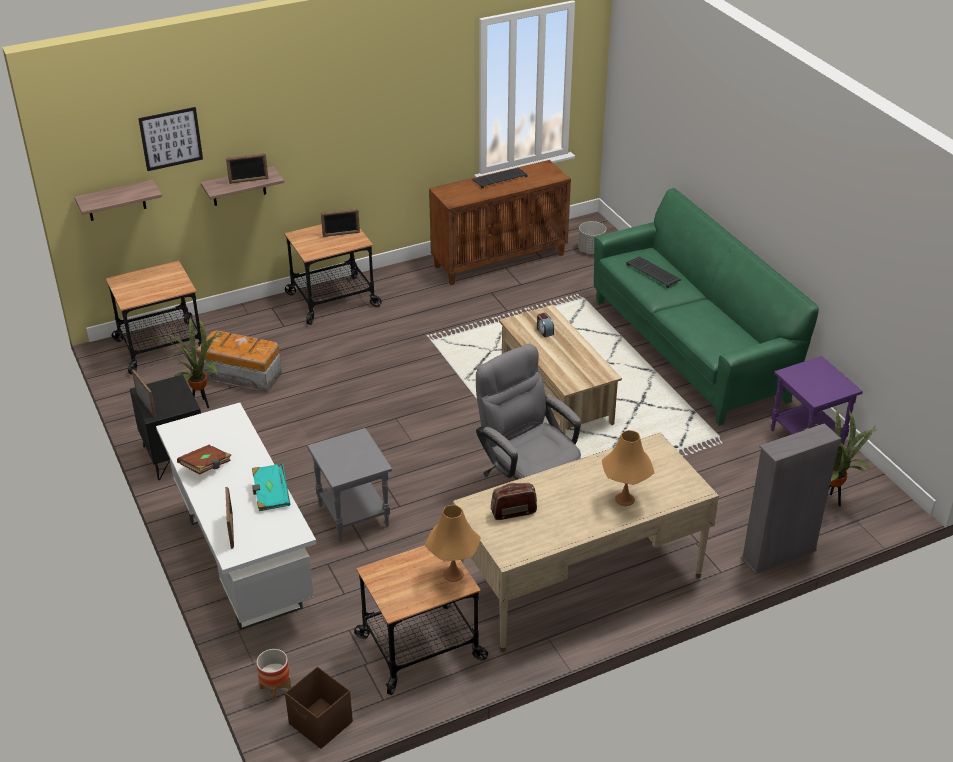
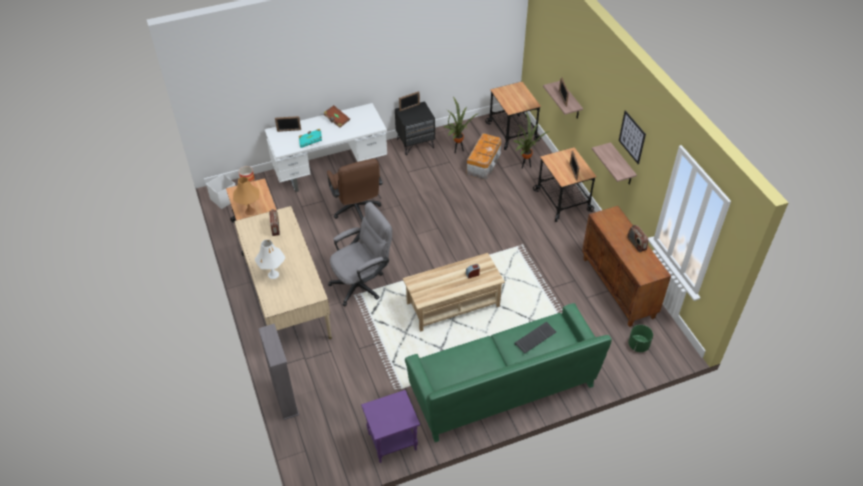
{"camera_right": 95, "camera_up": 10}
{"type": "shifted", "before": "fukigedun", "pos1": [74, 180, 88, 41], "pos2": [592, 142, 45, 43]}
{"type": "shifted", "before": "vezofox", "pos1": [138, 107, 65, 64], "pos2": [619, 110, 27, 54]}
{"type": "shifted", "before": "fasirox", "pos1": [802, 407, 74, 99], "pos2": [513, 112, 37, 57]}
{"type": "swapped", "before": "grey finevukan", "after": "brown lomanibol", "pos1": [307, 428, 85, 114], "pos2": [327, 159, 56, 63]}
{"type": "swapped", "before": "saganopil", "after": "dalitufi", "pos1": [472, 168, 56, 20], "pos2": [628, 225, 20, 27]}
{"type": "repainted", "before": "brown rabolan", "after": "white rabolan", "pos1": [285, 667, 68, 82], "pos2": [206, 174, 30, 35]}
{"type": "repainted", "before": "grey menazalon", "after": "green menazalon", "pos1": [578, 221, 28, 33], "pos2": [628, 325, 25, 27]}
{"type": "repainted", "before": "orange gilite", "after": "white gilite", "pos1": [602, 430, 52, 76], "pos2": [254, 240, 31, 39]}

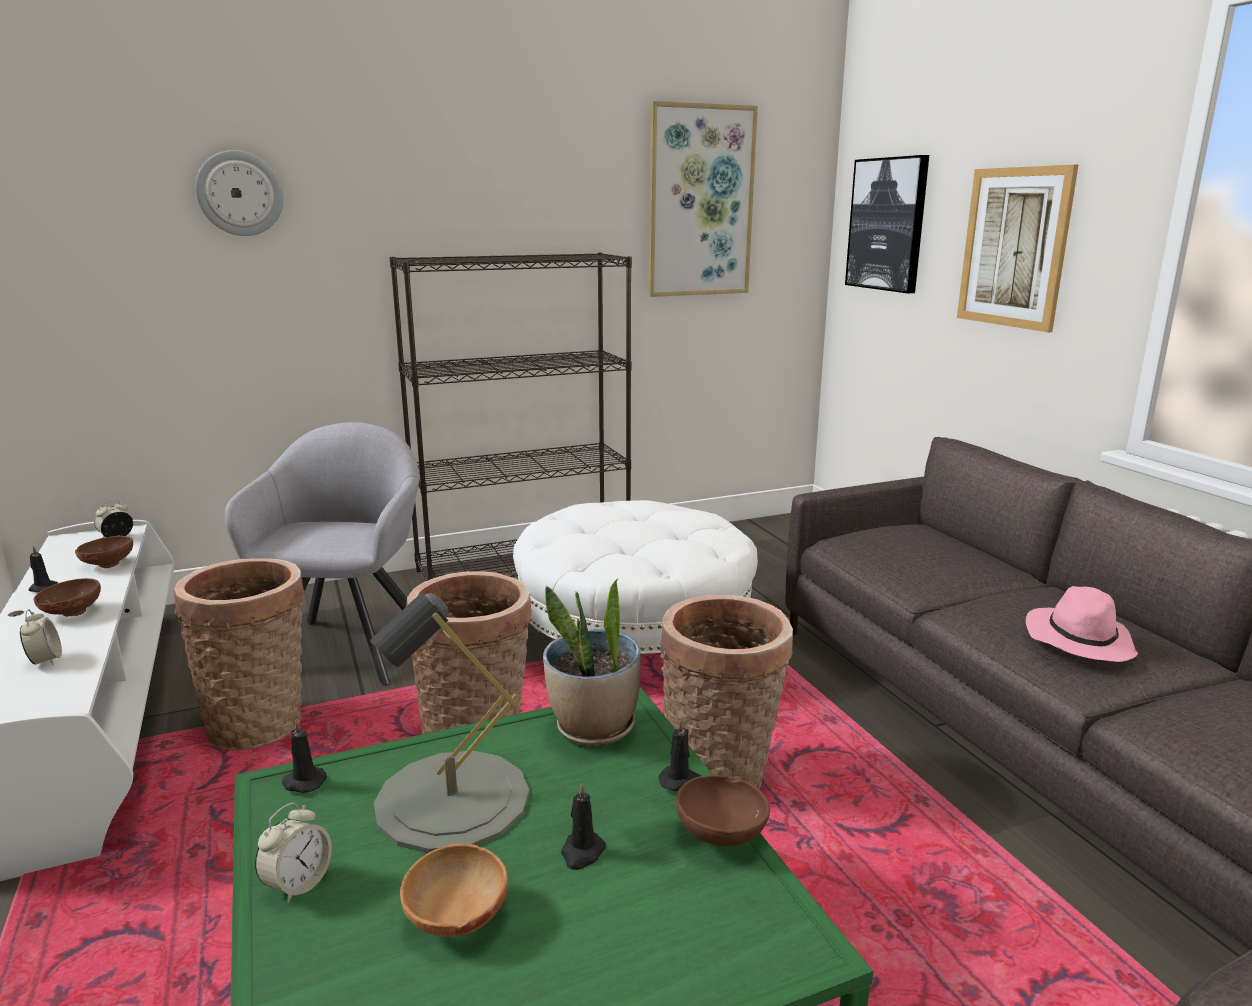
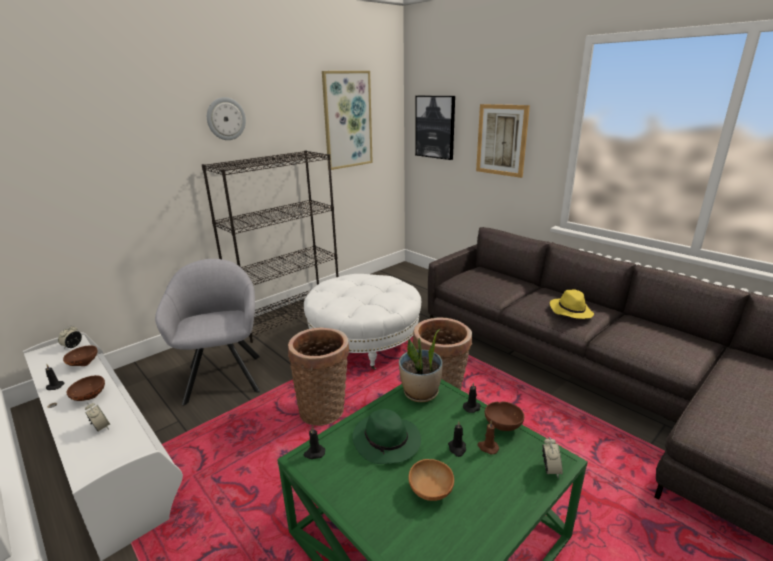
{"camera_right": -20, "camera_up": 5}
{"type": "gone", "before": "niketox", "pos1": [174, 558, 131, 192]}
{"type": "new", "after": "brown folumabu", "pos2": [478, 420, 21, 34]}
{"type": "shifted", "before": "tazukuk", "pos1": [195, 150, 89, 86], "pos2": [207, 97, 39, 43]}
{"type": "shifted", "before": "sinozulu", "pos1": [255, 802, 77, 102], "pos2": [542, 437, 21, 41]}
{"type": "swapped", "before": "grey gilite", "after": "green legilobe", "pos1": [370, 593, 160, 260], "pos2": [352, 409, 69, 55]}
{"type": "repainted", "before": "pink legilobe", "after": "yellow legilobe", "pos1": [1026, 586, 112, 76], "pos2": [550, 290, 44, 29]}

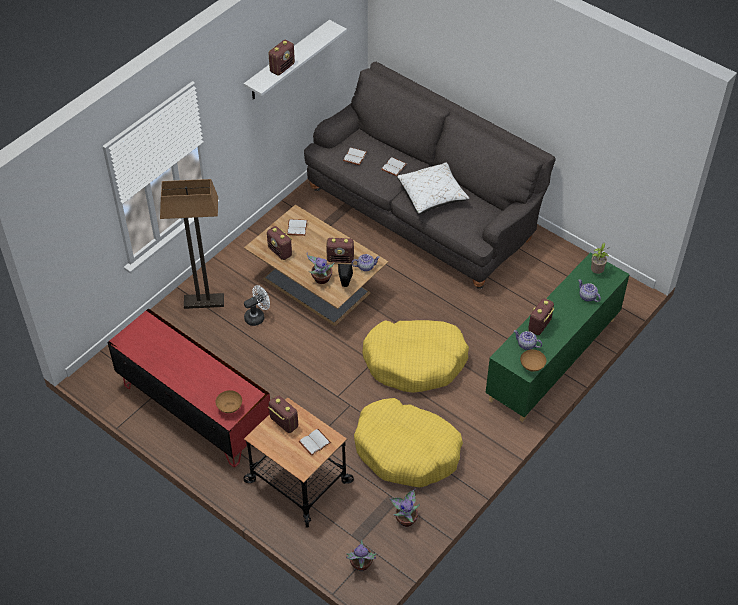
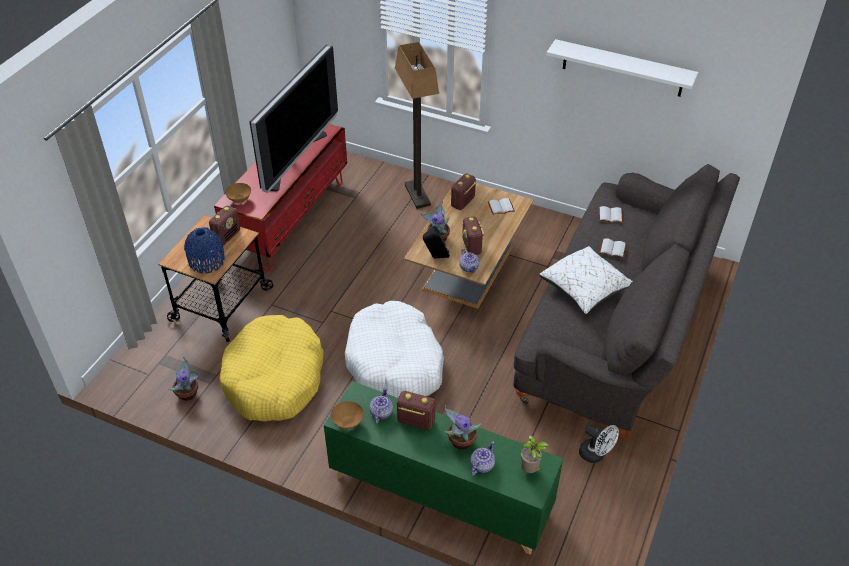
{"camera_right": 75, "camera_up": -5}
{"type": "gone", "before": "dalitufi", "pos1": [268, 40, 27, 36]}
{"type": "new", "after": "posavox", "pos2": [250, 45, 88, 148]}
{"type": "shifted", "before": "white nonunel", "pos1": [244, 285, 26, 41], "pos2": [579, 424, 40, 39]}
{"type": "shifted", "before": "fasirox", "pos1": [346, 540, 31, 31], "pos2": [445, 405, 37, 45]}
{"type": "swapped", "before": "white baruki", "after": "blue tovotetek", "pos1": [298, 429, 33, 27], "pos2": [184, 227, 41, 47]}
{"type": "repainted", "before": "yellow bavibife", "after": "white bavibife", "pos1": [362, 320, 107, 73], "pos2": [345, 301, 99, 97]}

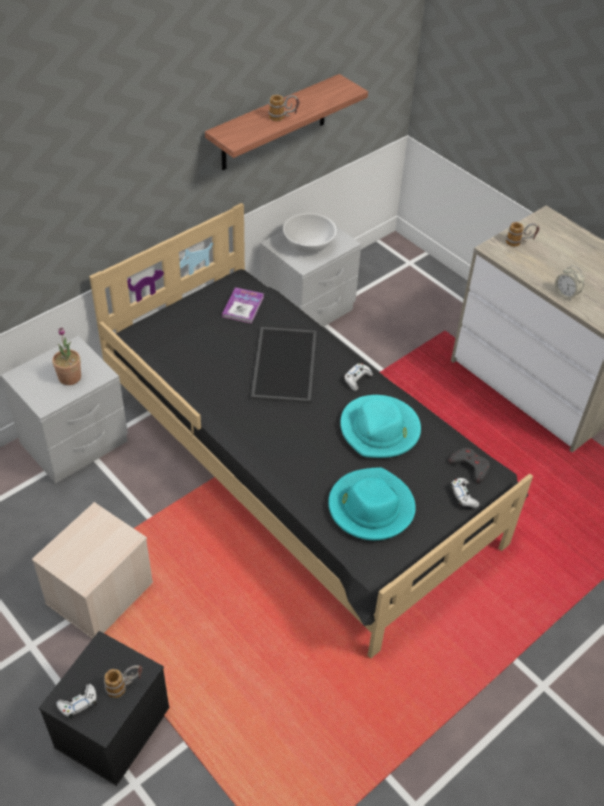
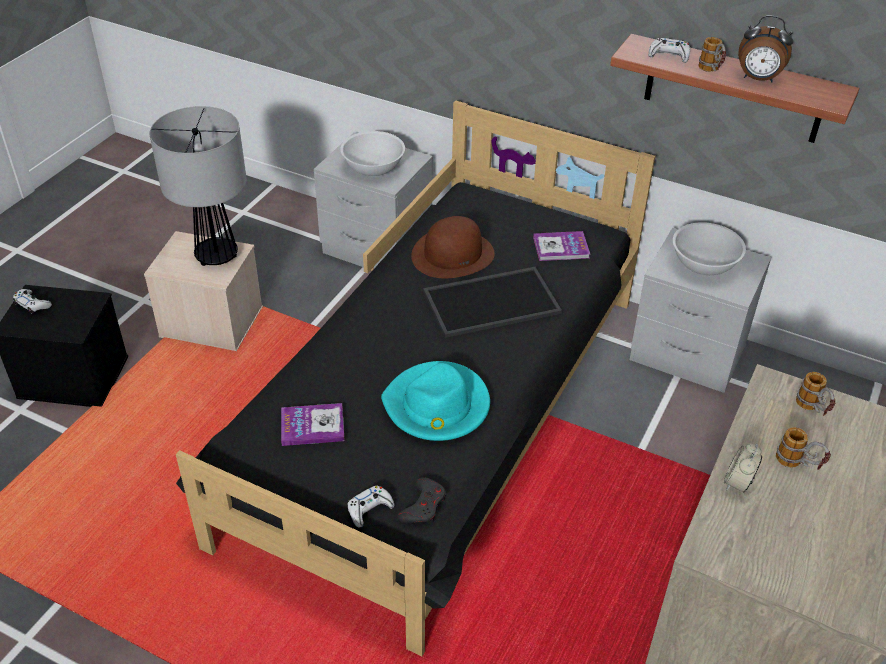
{"camera_right": 70, "camera_up": -5}
{"type": "new", "after": "gilite", "pos2": [149, 106, 98, 160]}
{"type": "new", "after": "brown legilobe", "pos2": [411, 216, 84, 62]}
{"type": "new", "after": "sinozulu", "pos2": [738, 16, 55, 66]}
{"type": "shifted", "before": "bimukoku", "pos1": [104, 665, 38, 33], "pos2": [776, 427, 55, 43]}
{"type": "shifted", "before": "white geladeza", "pos1": [344, 363, 29, 28], "pos2": [648, 38, 42, 25]}
{"type": "swapped", "before": "fasirox", "after": "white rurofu", "pos1": [52, 327, 29, 58], "pos2": [340, 131, 65, 45]}
{"type": "swapped", "before": "turquoise legilobe", "after": "baruki", "pos1": [328, 467, 88, 73], "pos2": [281, 403, 64, 43]}

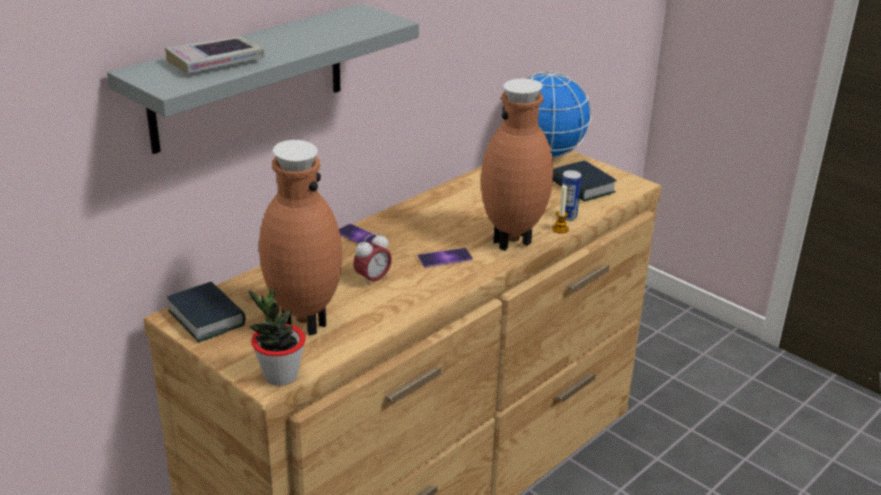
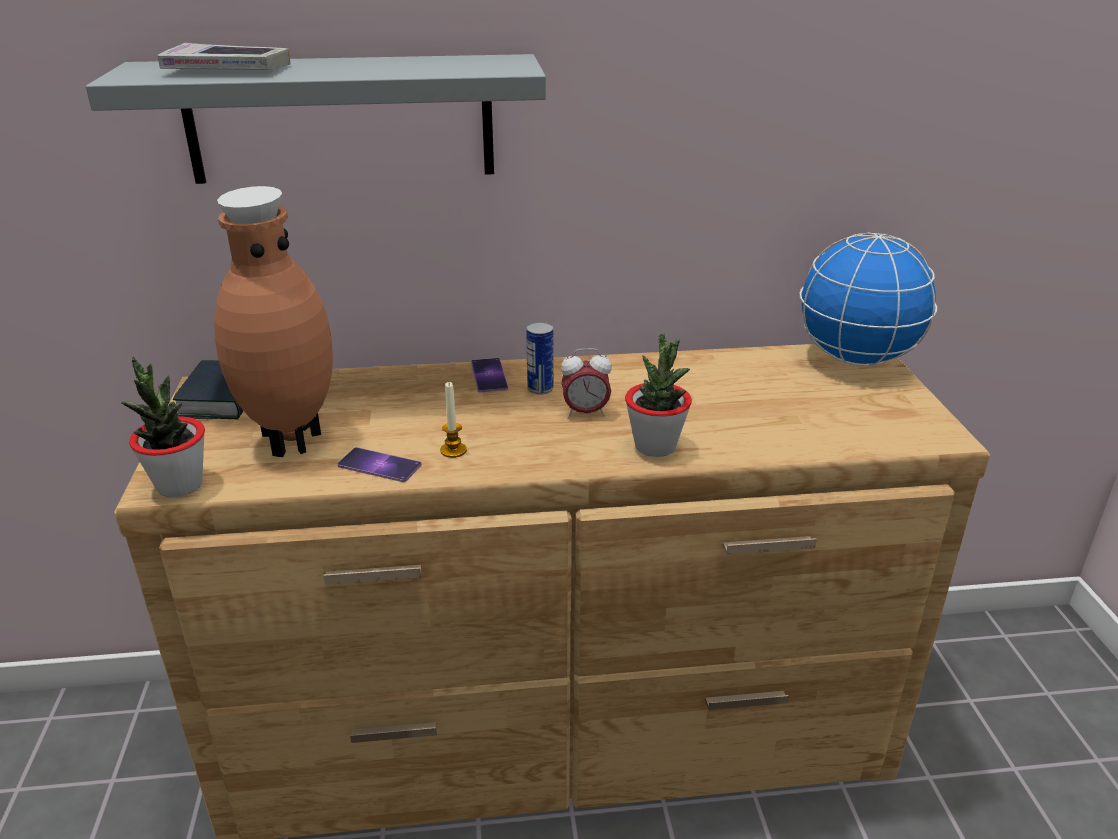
{"camera_right": 40, "camera_up": 0}
{"type": "gone", "before": "baruki", "pos1": [553, 161, 64, 41]}
{"type": "shifted", "before": "sinozulu", "pos1": [353, 232, 39, 56], "pos2": [561, 348, 51, 70]}
{"type": "shifted", "before": "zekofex", "pos1": [418, 248, 55, 20], "pos2": [337, 447, 85, 35]}
{"type": "shifted", "before": "folumabu", "pos1": [552, 185, 17, 48], "pos2": [440, 382, 27, 76]}
{"type": "shifted", "before": "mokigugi", "pos1": [560, 170, 21, 51], "pos2": [526, 322, 27, 73]}
{"type": "swapped", "before": "brown tovotetek", "after": "fasirox", "pos1": [481, 78, 72, 173], "pos2": [625, 334, 67, 123]}

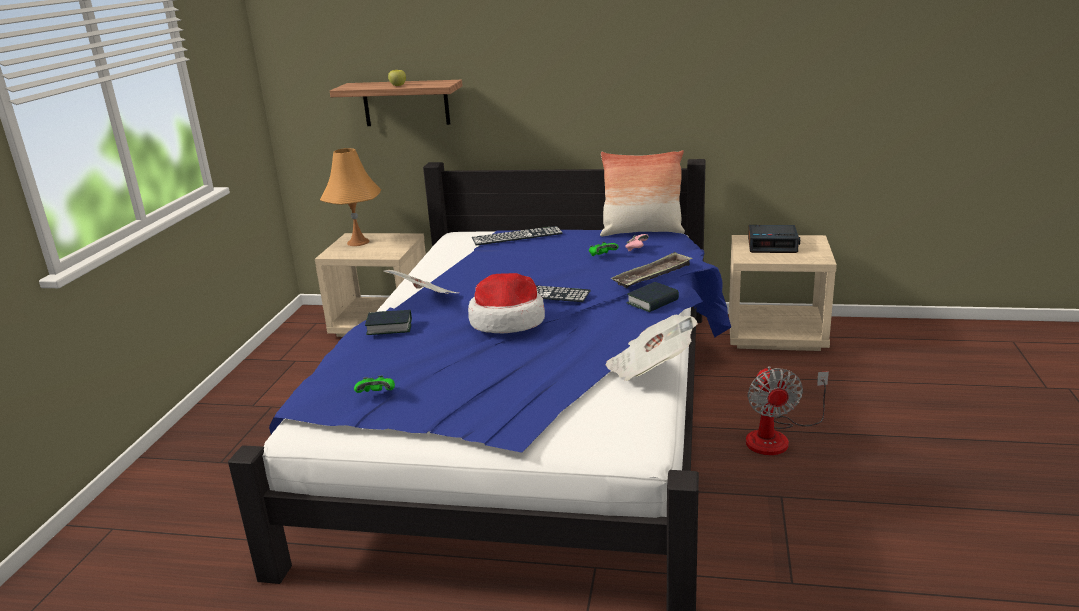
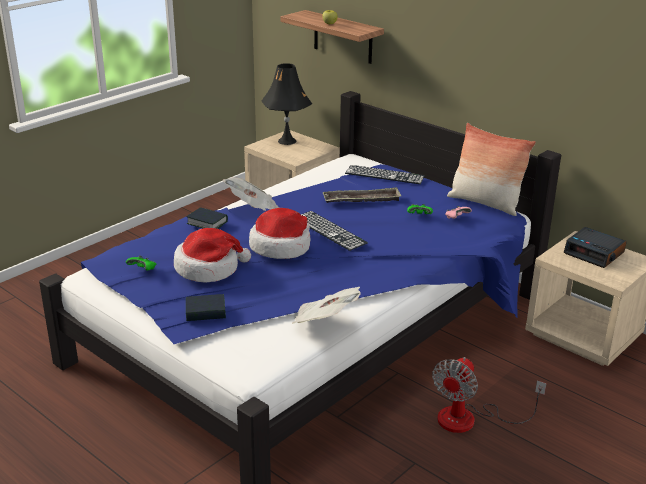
{"camera_right": 30, "camera_up": 5}
{"type": "new", "after": "legilobe", "pos2": [174, 228, 77, 54]}
{"type": "shifted", "before": "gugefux", "pos1": [611, 252, 81, 36], "pos2": [323, 187, 78, 16]}
{"type": "shifted", "before": "baruki", "pos1": [627, 282, 52, 30], "pos2": [186, 294, 40, 27]}
{"type": "repainted", "before": "orange gilite", "after": "black gilite", "pos1": [320, 148, 61, 98], "pos2": [262, 63, 50, 82]}

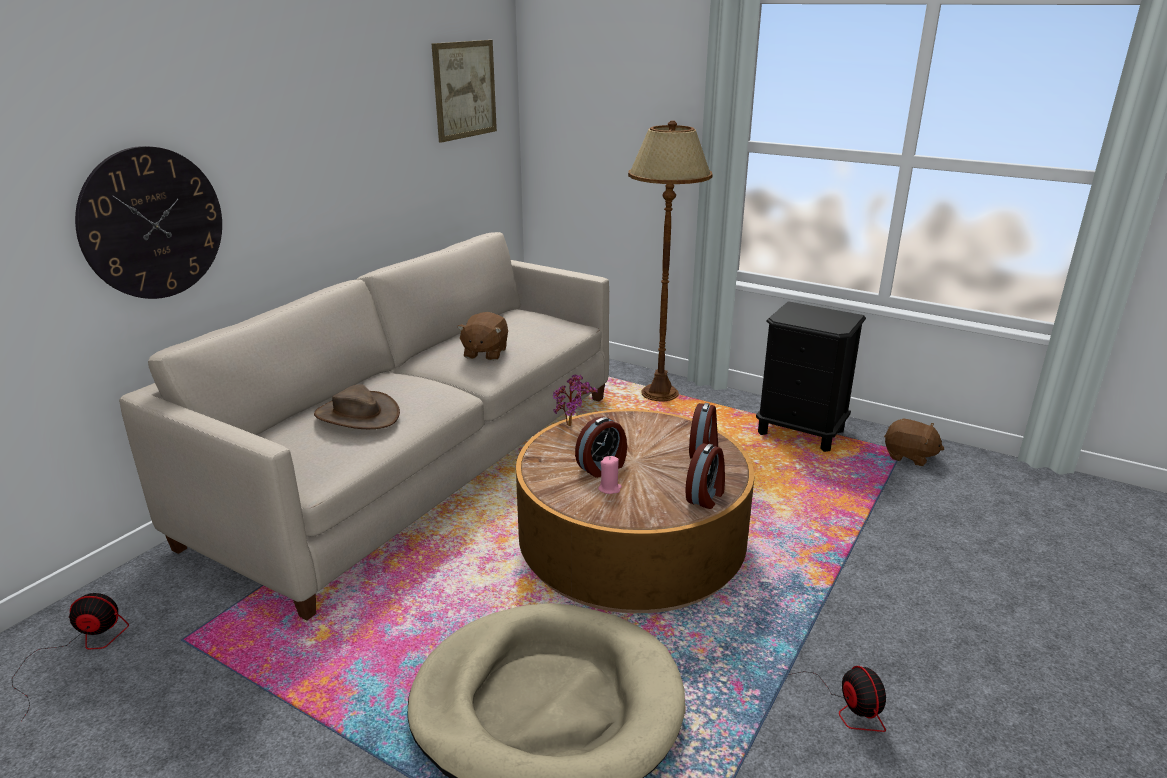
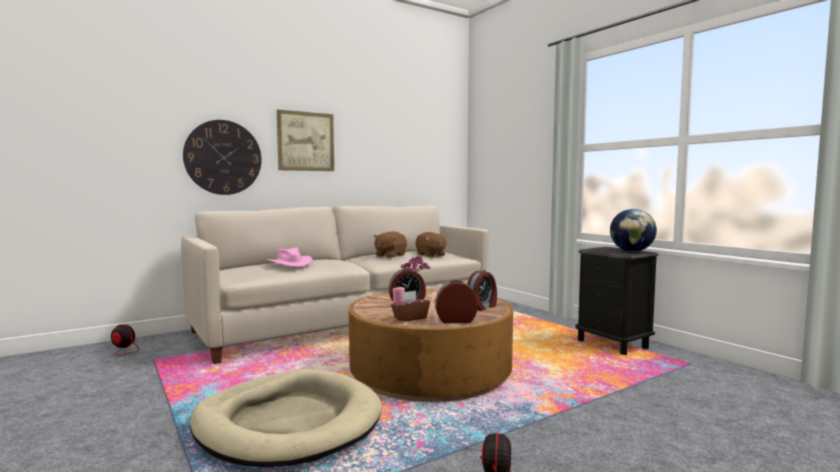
{"camera_right": 25, "camera_up": -20}
{"type": "gone", "before": "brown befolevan", "pos1": [628, 120, 85, 281]}
{"type": "new", "after": "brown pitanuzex", "pos2": [391, 291, 39, 31]}
{"type": "new", "after": "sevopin", "pos2": [610, 209, 47, 43]}
{"type": "shifted", "before": "vezofox", "pos1": [432, 40, 65, 103], "pos2": [277, 109, 57, 62]}
{"type": "shifted", "before": "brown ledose", "pos1": [884, 418, 60, 48], "pos2": [416, 232, 31, 25]}
{"type": "repainted", "before": "brown legilobe", "after": "pink legilobe", "pos1": [314, 384, 86, 45], "pos2": [267, 248, 46, 19]}
{"type": "rotated", "before": "sinozulu", "pos1": [685, 443, 40, 66], "pos2": [435, 280, 43, 43], "turn": -150}

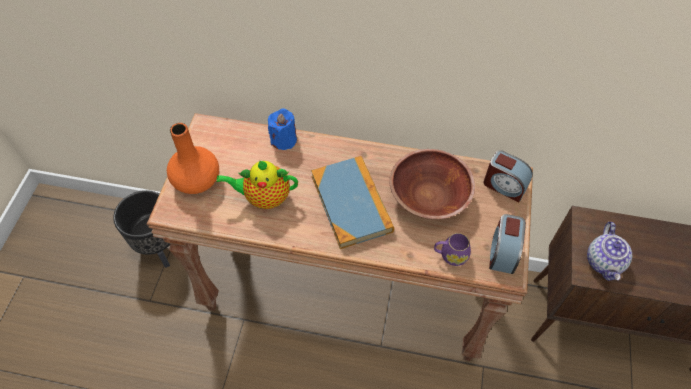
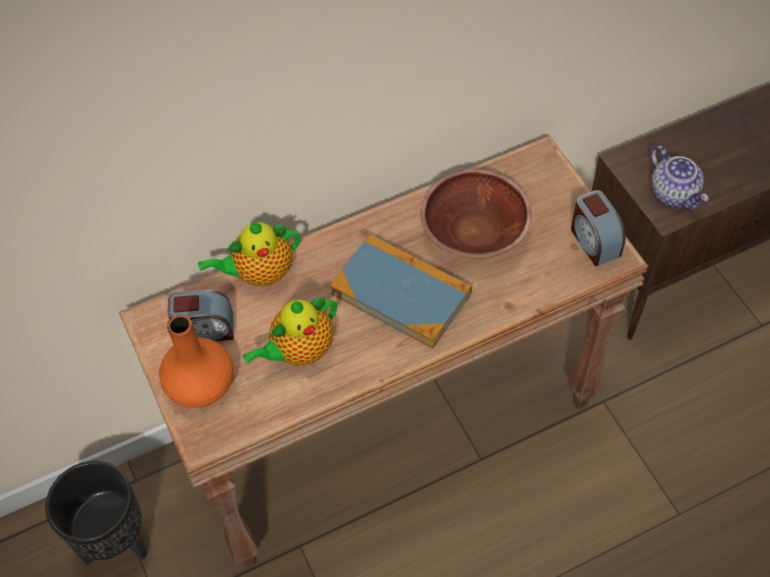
{"camera_right": -35, "camera_up": 0}
{"type": "gone", "before": "purple bimukoku", "pos1": [434, 233, 37, 33]}
{"type": "shifted", "before": "sinozulu", "pos1": [484, 150, 49, 53], "pos2": [168, 290, 66, 51]}
{"type": "swapped", "before": "blue folumabu", "after": "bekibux", "pos1": [268, 108, 29, 42], "pos2": [198, 222, 103, 64]}

